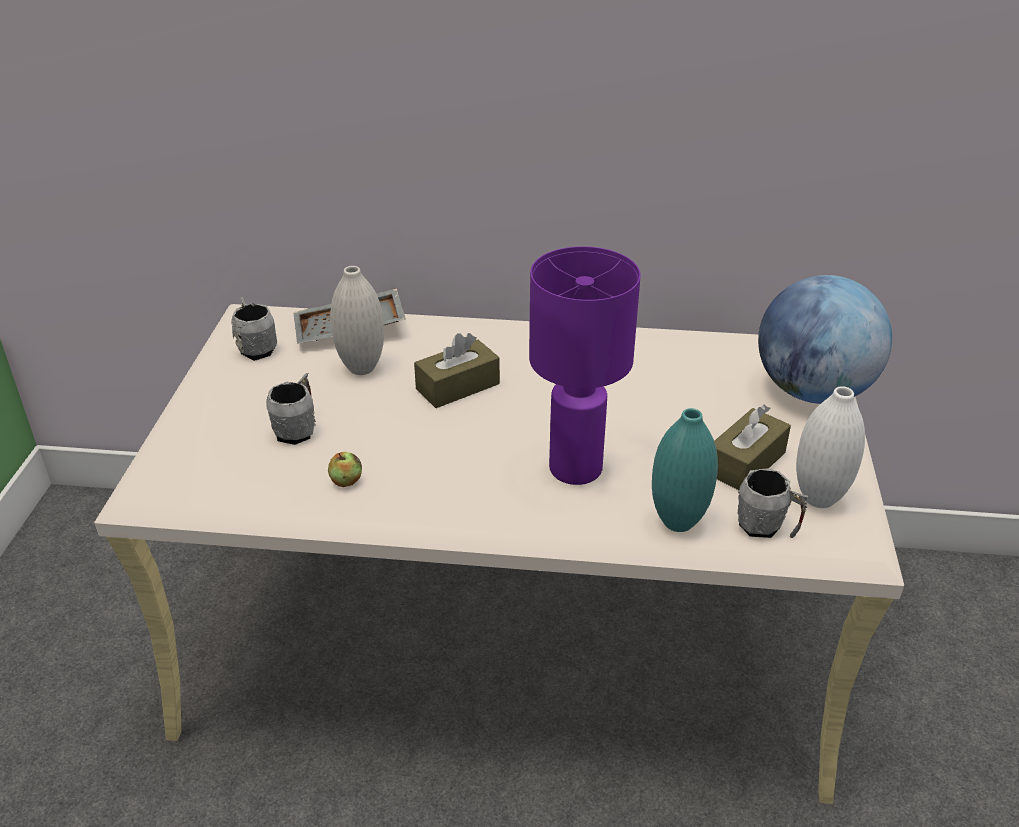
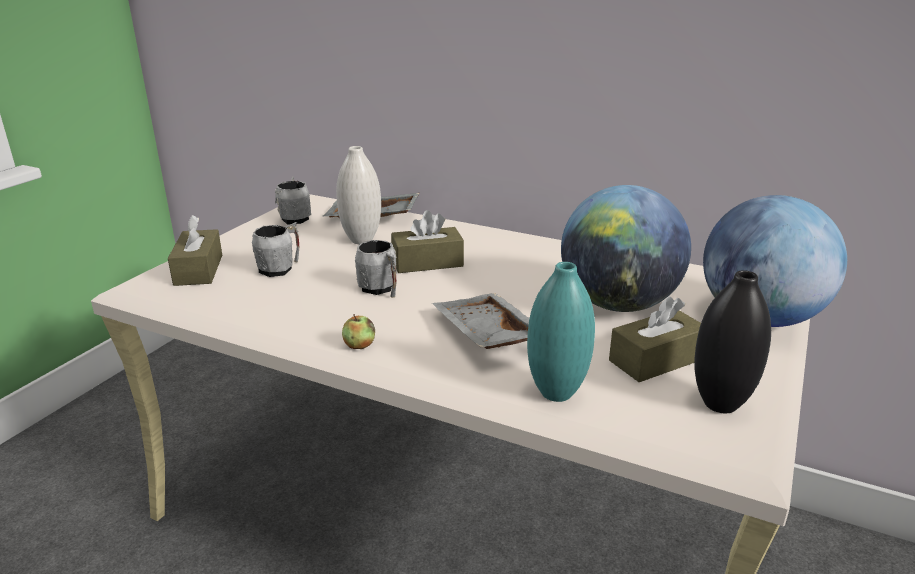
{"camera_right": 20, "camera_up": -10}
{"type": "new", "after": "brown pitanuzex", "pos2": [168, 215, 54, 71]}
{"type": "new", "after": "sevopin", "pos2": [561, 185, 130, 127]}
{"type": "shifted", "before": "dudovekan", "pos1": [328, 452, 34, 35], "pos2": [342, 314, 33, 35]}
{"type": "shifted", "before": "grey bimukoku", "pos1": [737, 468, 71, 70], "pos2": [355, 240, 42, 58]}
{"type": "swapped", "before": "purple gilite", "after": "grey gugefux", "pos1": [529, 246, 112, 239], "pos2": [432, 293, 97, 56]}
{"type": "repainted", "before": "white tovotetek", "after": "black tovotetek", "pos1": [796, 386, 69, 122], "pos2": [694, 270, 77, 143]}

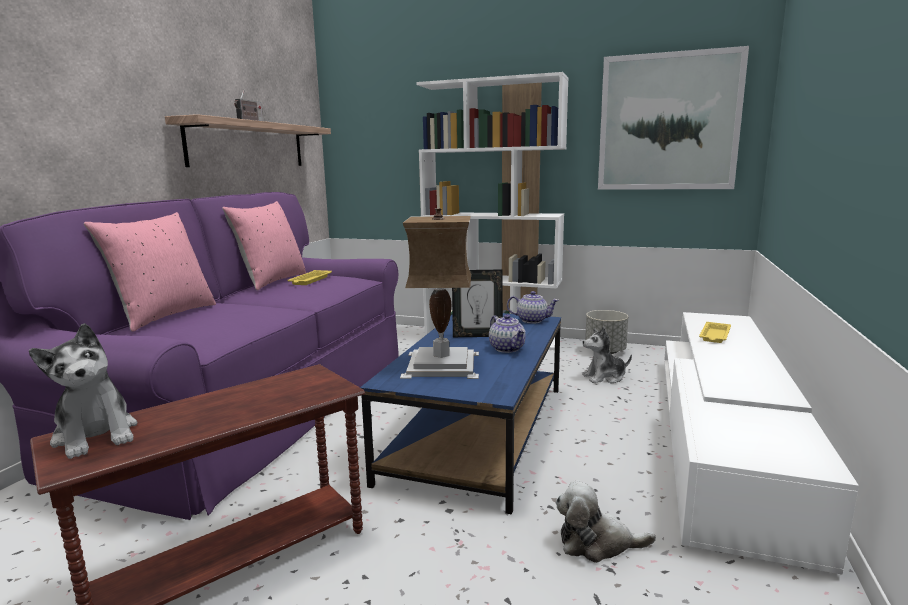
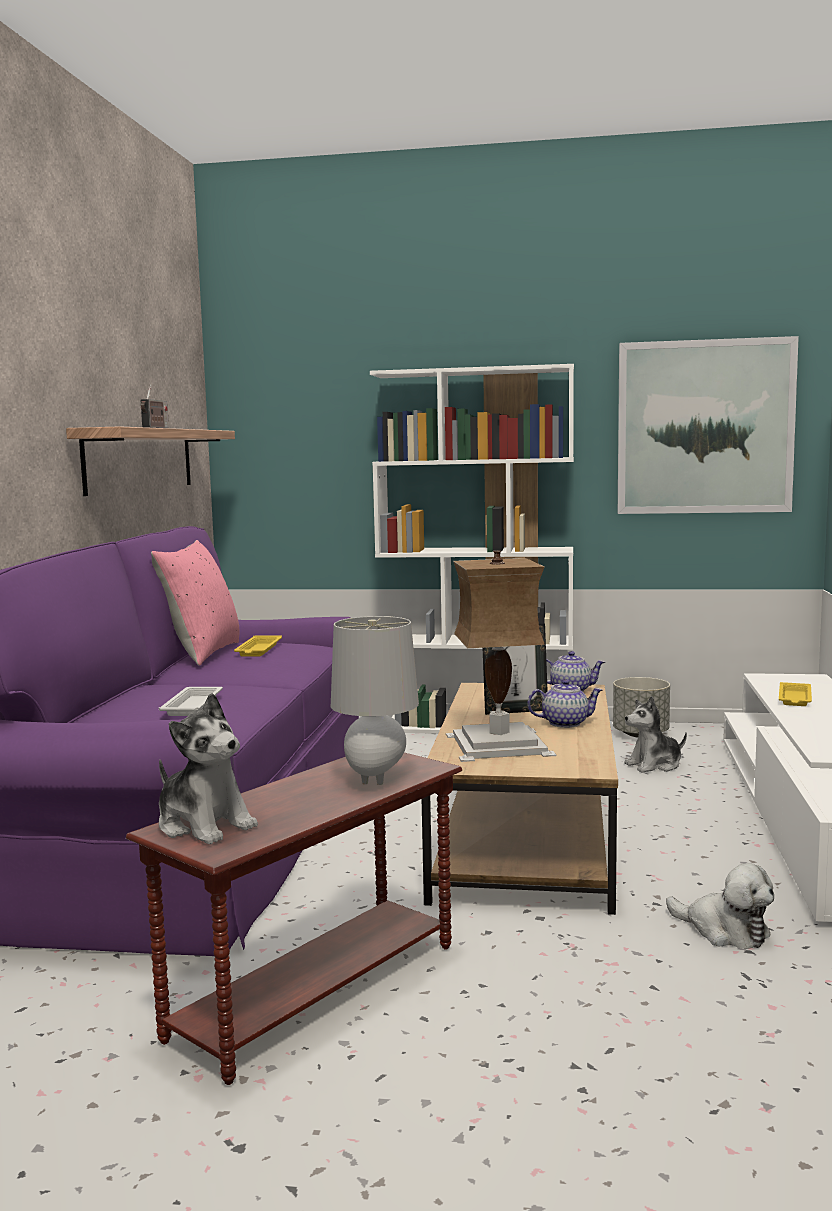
{"camera_right": -10, "camera_up": -5}
{"type": "gone", "before": "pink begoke", "pos1": [84, 212, 132, 120]}
{"type": "new", "after": "white gugefux", "pos2": [159, 687, 64, 29]}
{"type": "new", "after": "grey gilite", "pos2": [331, 616, 88, 169]}
{"type": "repainted", "before": "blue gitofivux", "after": "brown gitofivux", "pos1": [360, 313, 201, 201], "pos2": [422, 683, 196, 232]}
{"type": "rotated", "before": "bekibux", "pos1": [489, 314, 37, 39], "pos2": [527, 679, 76, 49], "turn": -60}
{"type": "rotated", "before": "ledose", "pos1": [556, 481, 100, 82], "pos2": [666, 863, 108, 86], "turn": -135}

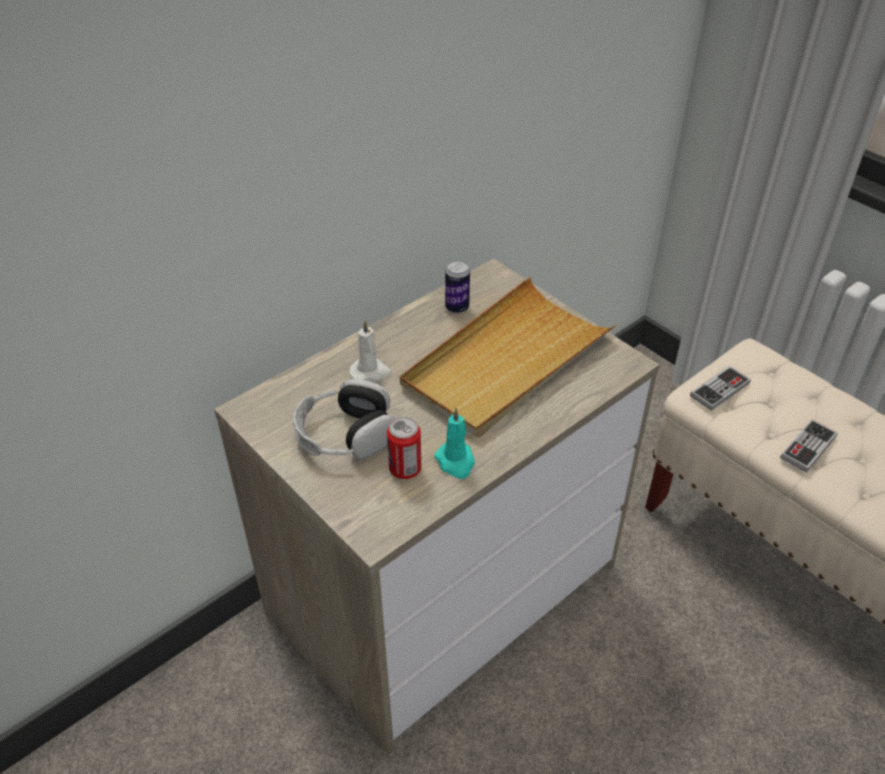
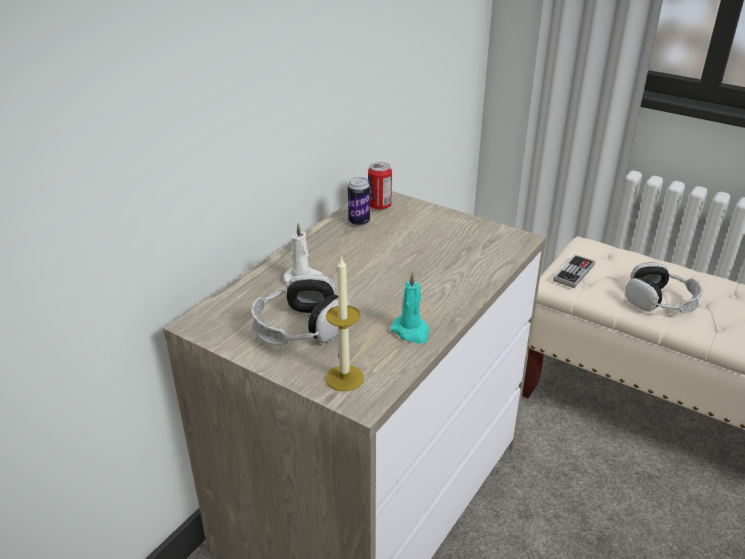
{"camera_right": -15, "camera_up": -10}
{"type": "gone", "before": "beige gugefux", "pos1": [400, 277, 217, 161]}
{"type": "new", "after": "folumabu", "pos2": [326, 256, 38, 135]}
{"type": "shifted", "before": "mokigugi", "pos1": [387, 417, 34, 62], "pos2": [368, 162, 24, 48]}
{"type": "swapped", "before": "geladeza", "after": "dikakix", "pos1": [780, 420, 58, 53], "pos2": [625, 263, 77, 50]}

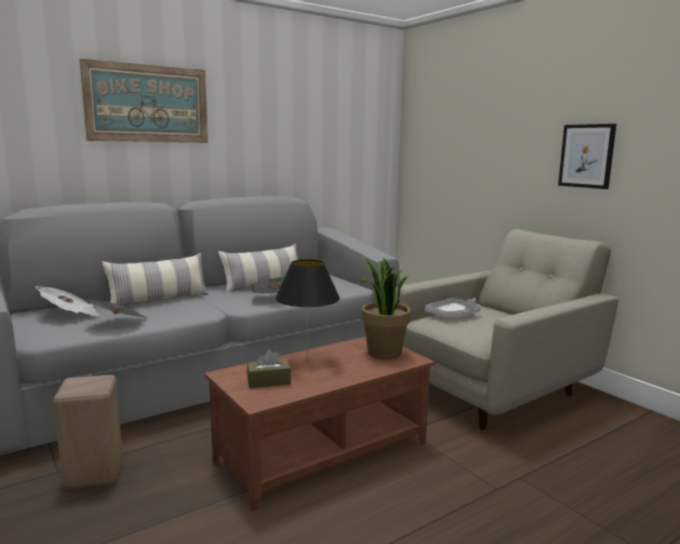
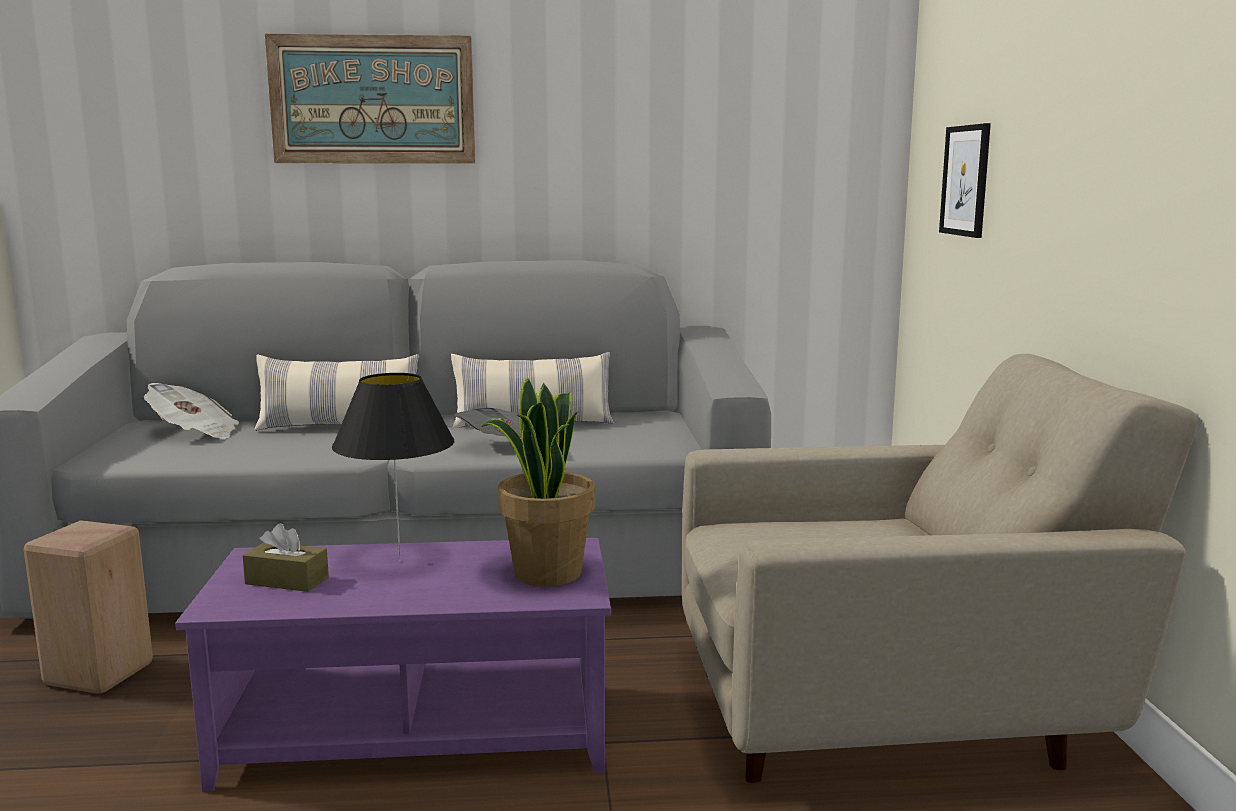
{"camera_right": 30, "camera_up": 0}
{"type": "gone", "before": "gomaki", "pos1": [84, 300, 62, 17]}
{"type": "gone", "before": "grey gugefux", "pos1": [425, 298, 56, 20]}
{"type": "shifted", "before": "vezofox", "pos1": [558, 124, 58, 65], "pos2": [939, 123, 52, 115]}
{"type": "repainted", "before": "brown gitofivux", "after": "purple gitofivux", "pos1": [205, 337, 230, 174], "pos2": [175, 538, 436, 254]}

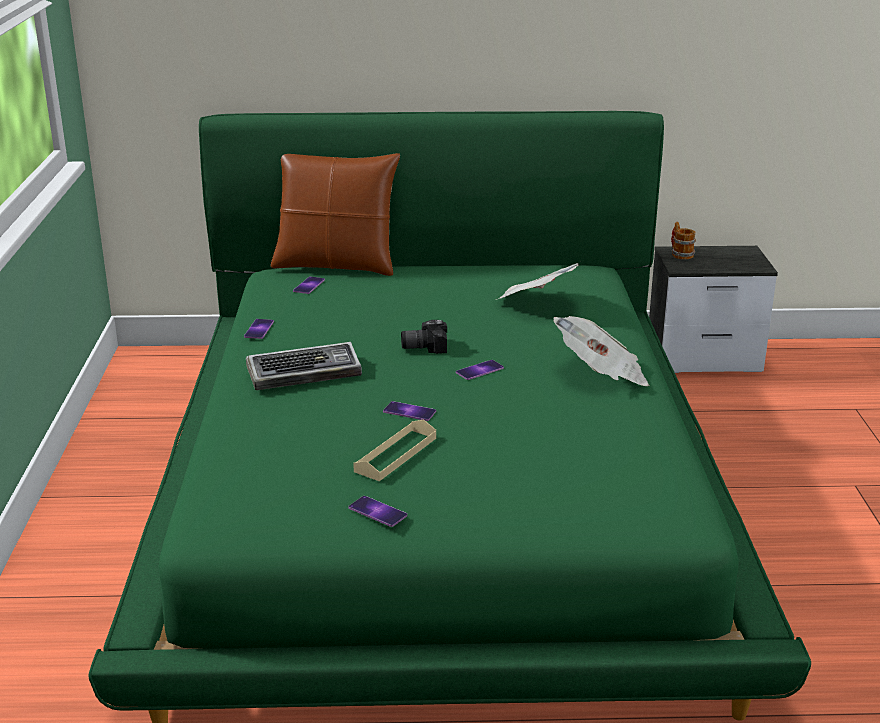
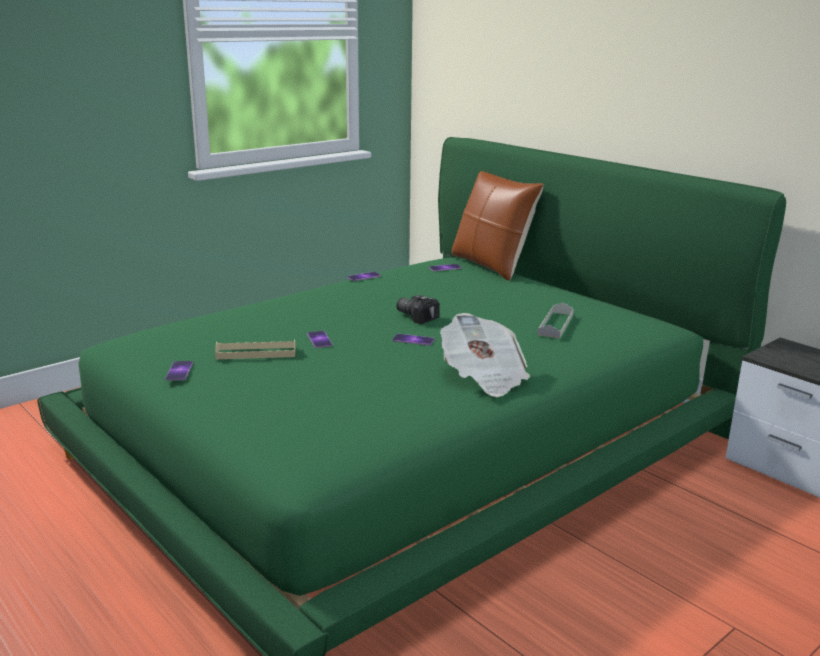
{"camera_right": 50, "camera_up": -5}
{"type": "gone", "before": "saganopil", "pos1": [246, 342, 116, 48]}
{"type": "gone", "before": "bimukoku", "pos1": [671, 222, 25, 37]}
{"type": "swapped", "before": "gomaki", "after": "grey gugefux", "pos1": [496, 263, 83, 37], "pos2": [537, 302, 37, 37]}

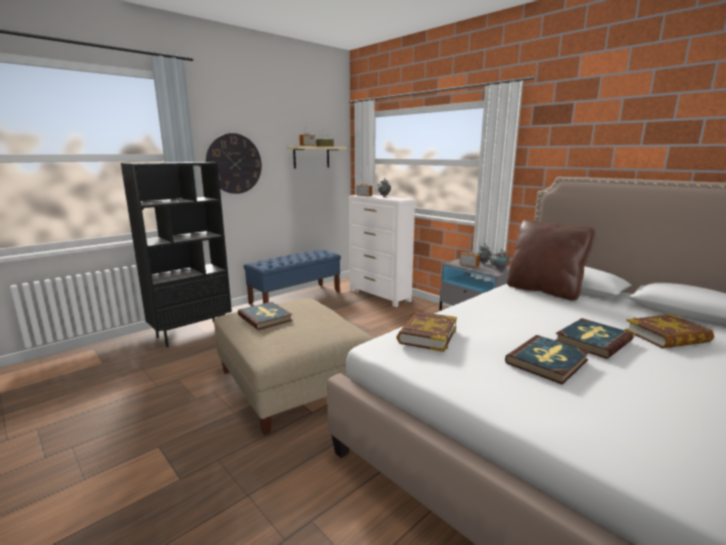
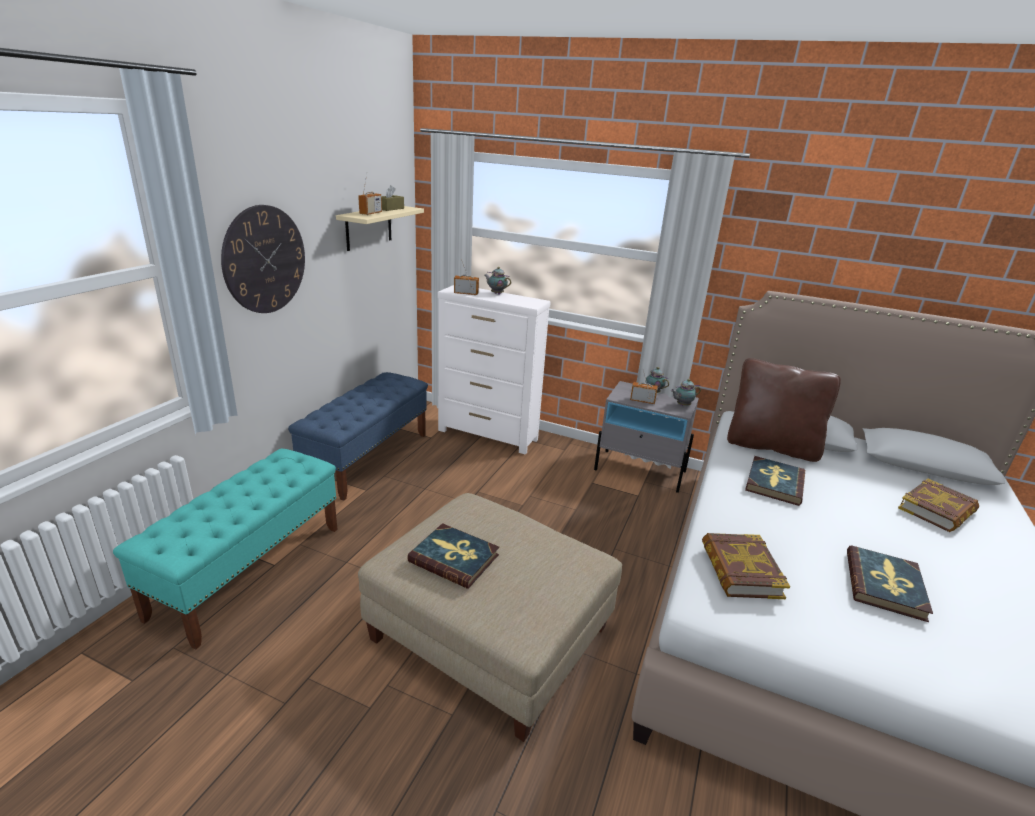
{"camera_right": -25, "camera_up": 10}
{"type": "shifted", "before": "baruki", "pos1": [555, 318, 78, 41], "pos2": [745, 456, 60, 50]}
{"type": "swapped", "before": "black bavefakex", "after": "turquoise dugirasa", "pos1": [121, 162, 111, 185], "pos2": [113, 449, 225, 200]}

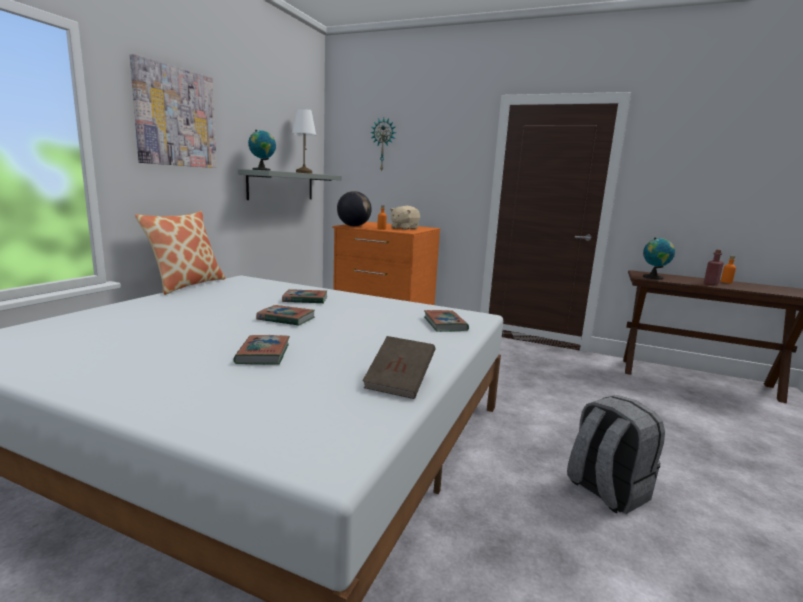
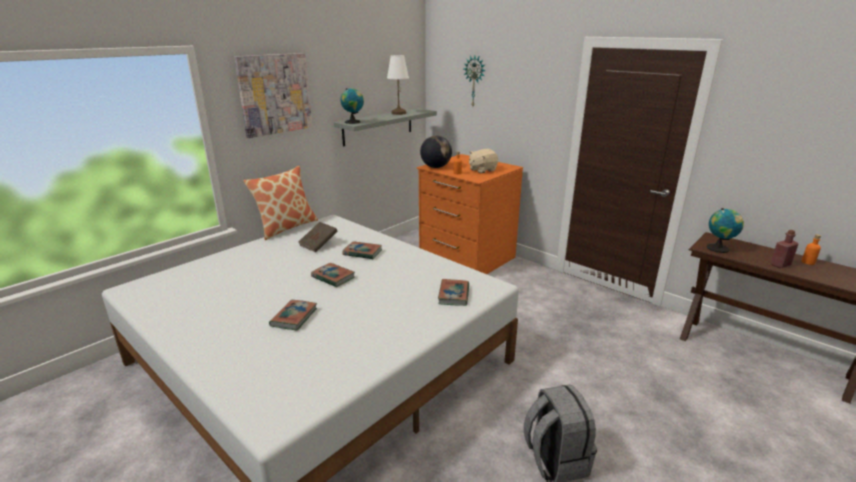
{"camera_right": 20, "camera_up": 10}
{"type": "shifted", "before": "brown baruki", "pos1": [362, 336, 73, 63], "pos2": [298, 222, 39, 30]}

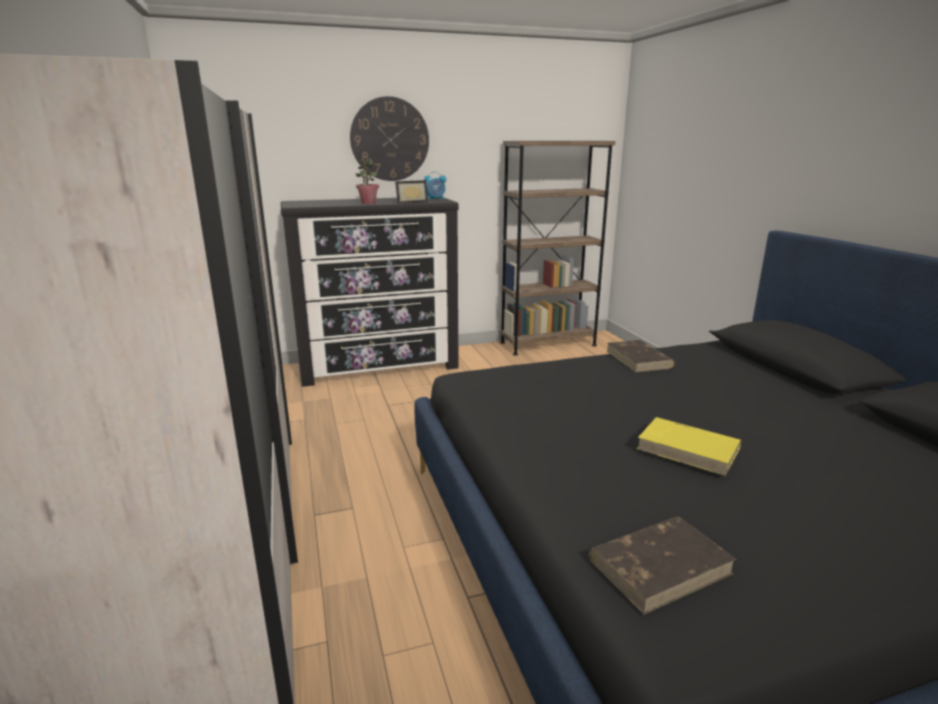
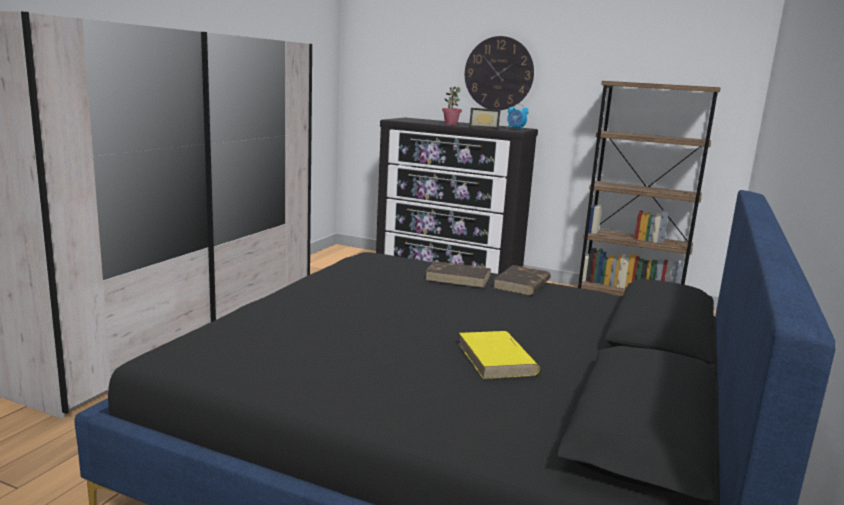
{"camera_right": 40, "camera_up": -5}
{"type": "shifted", "before": "brown baruki", "pos1": [589, 517, 148, 97], "pos2": [425, 261, 66, 27]}
{"type": "shifted", "before": "yellow baruki", "pos1": [637, 417, 104, 59], "pos2": [458, 331, 82, 48]}

